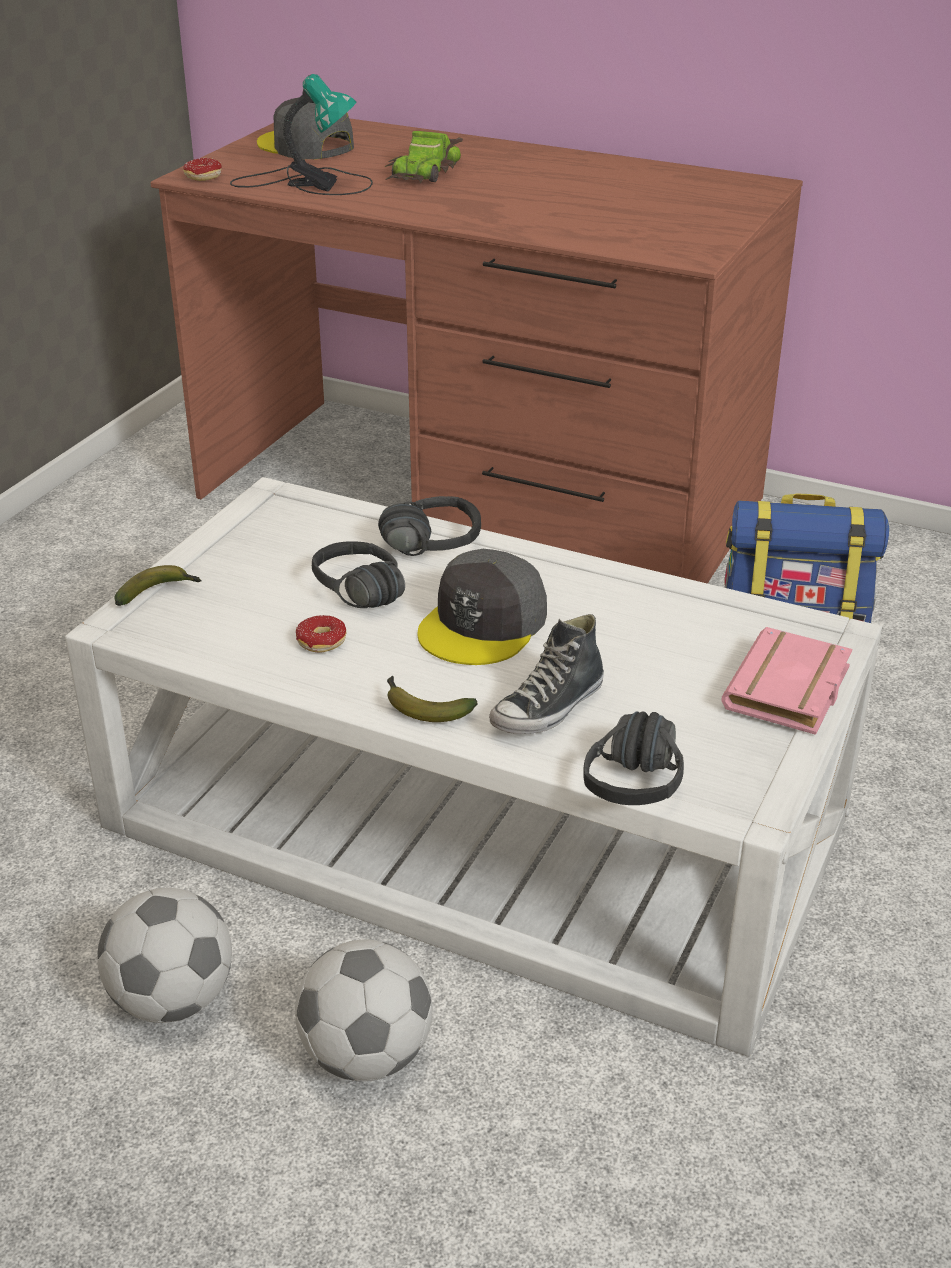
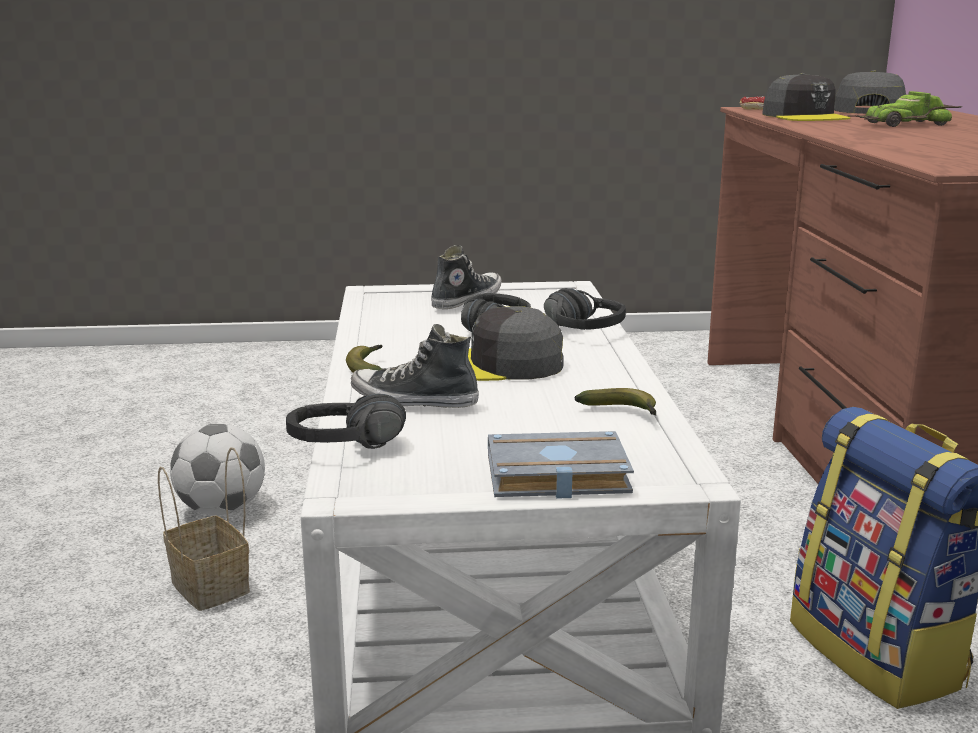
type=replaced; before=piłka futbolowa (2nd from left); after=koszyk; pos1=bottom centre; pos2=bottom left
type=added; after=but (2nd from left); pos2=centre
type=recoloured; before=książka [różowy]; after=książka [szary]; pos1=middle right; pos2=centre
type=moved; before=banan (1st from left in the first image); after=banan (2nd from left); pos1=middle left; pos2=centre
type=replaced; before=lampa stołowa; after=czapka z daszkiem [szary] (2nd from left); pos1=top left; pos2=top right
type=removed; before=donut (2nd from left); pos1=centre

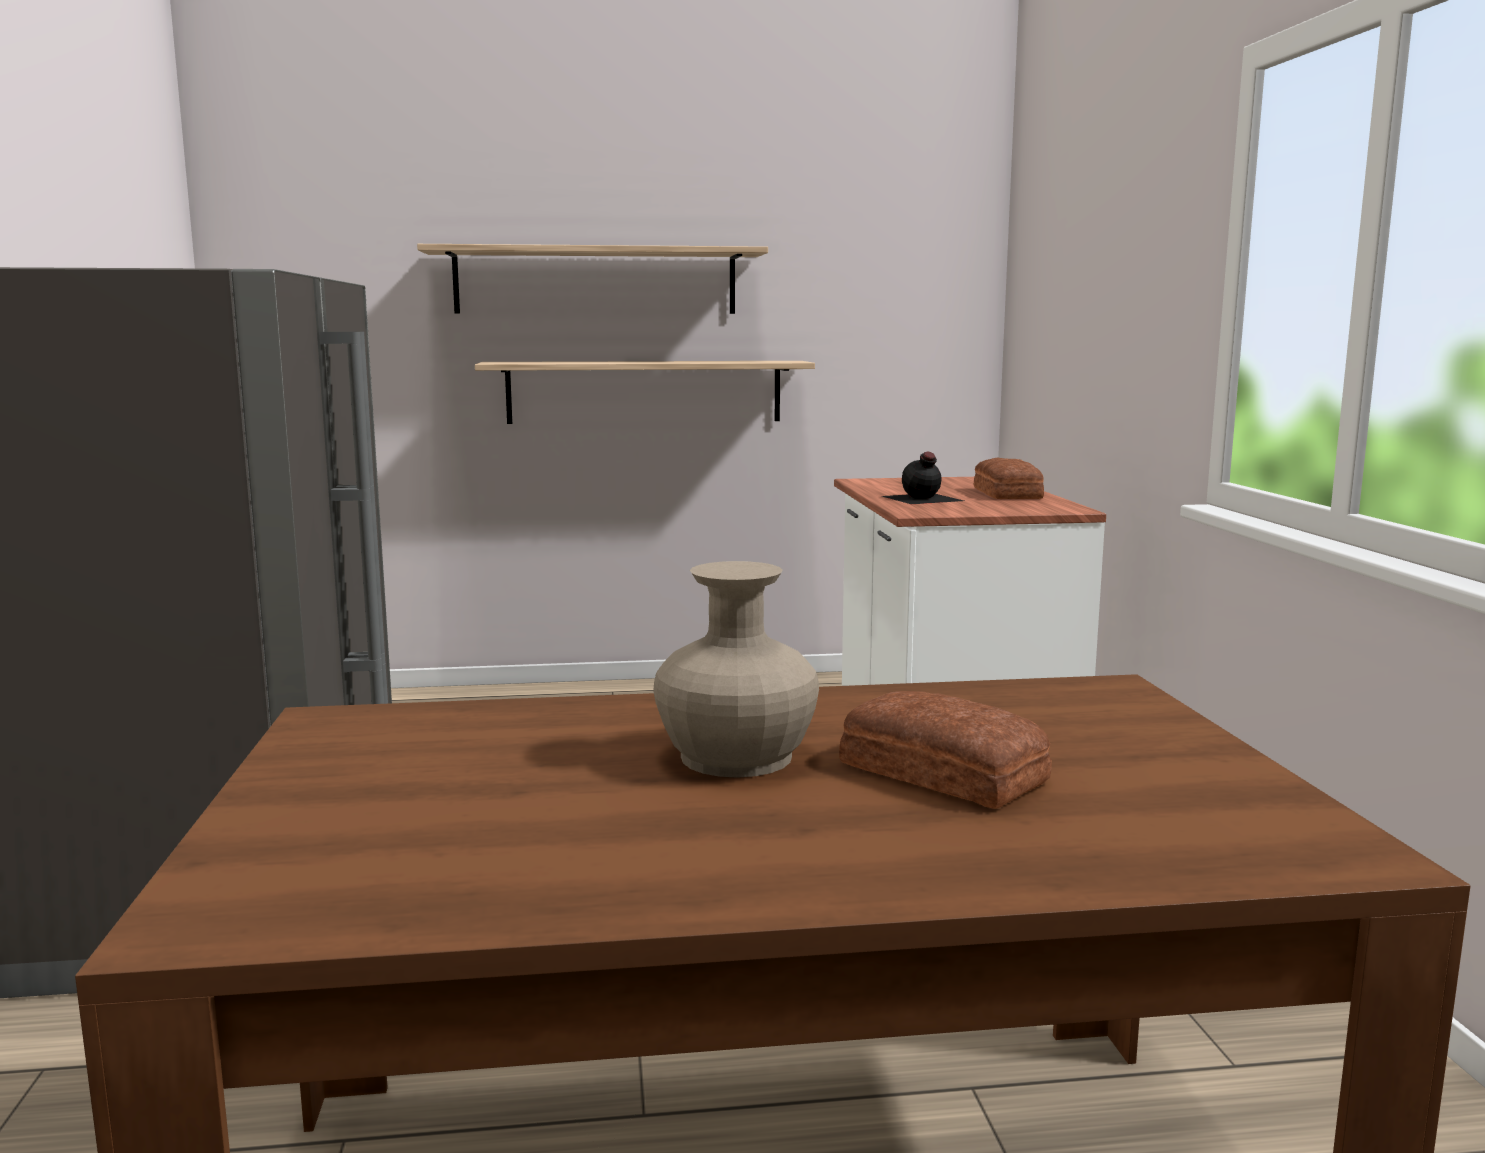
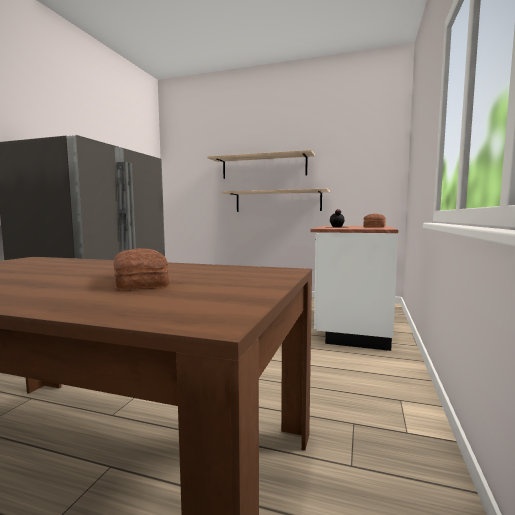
type=removed; before=wazon [beżowy]; pos1=centre

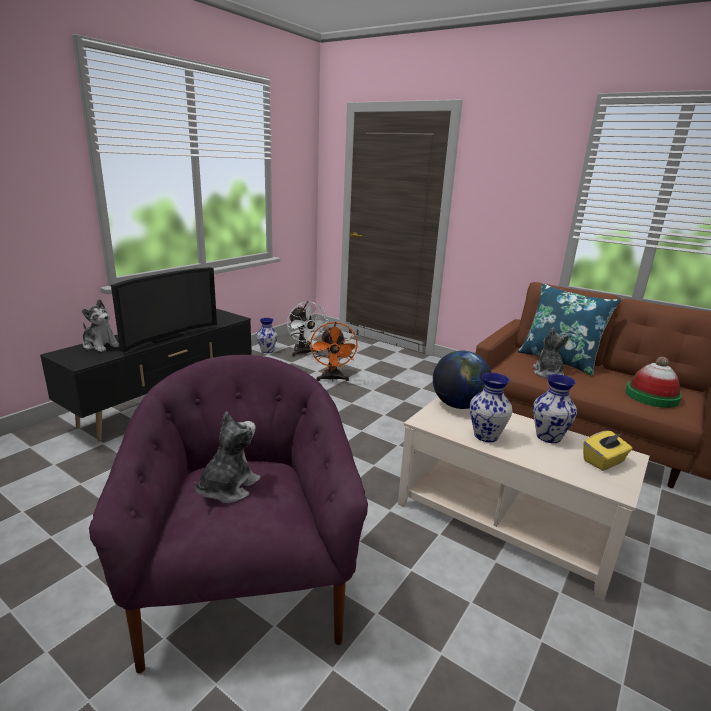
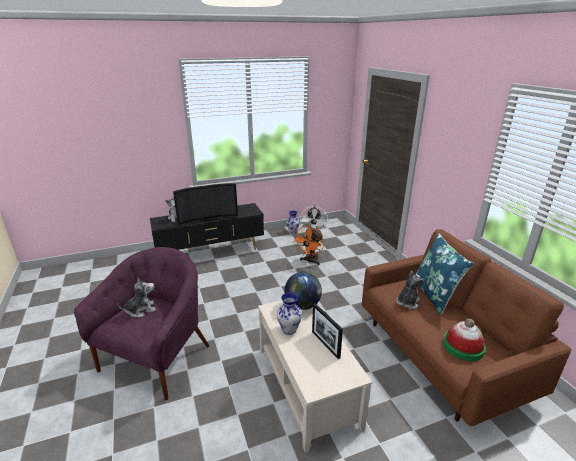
type=replaced; before=wazon (3rd from left); after=ramka na zdjęcie; pos1=middle right; pos2=bottom centre
type=removed; before=pudełko chusteczek [żółty]; pos1=middle right

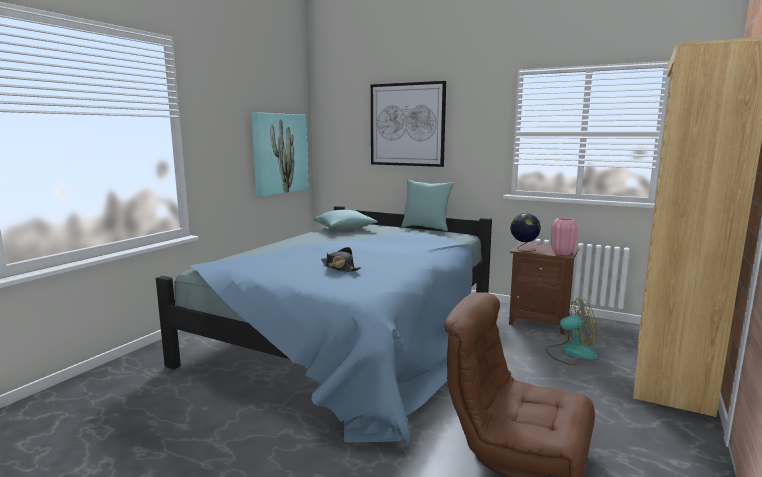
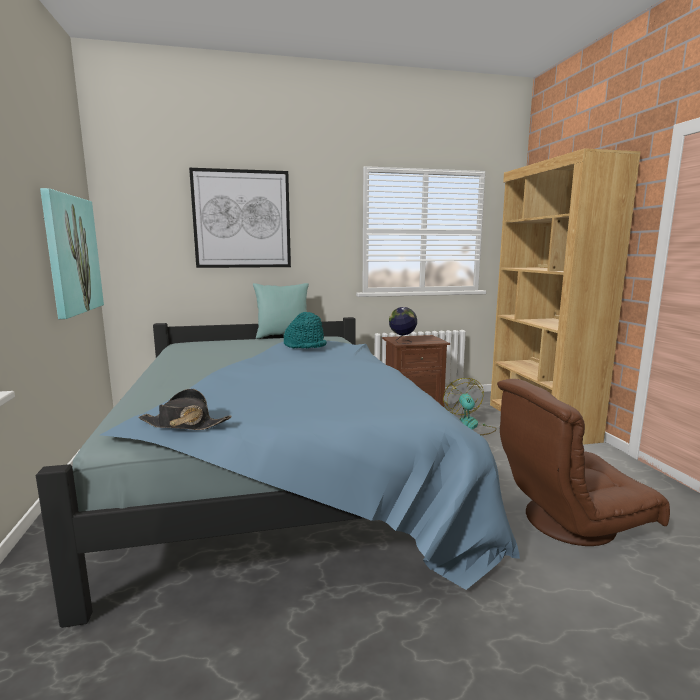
type=moved; before=kapelusz [czarny]; pos1=centre; pos2=middle left
type=added; after=kapelusz [turkusowy]; pos2=centre
type=turned; before=wentylator; pos1=bottom right; pos2=middle right; turn=-60
type=removed; before=poduszka [turkusowy] (1st from left); pos1=centre
type=removed; before=wazon [różowy]; pos1=middle right

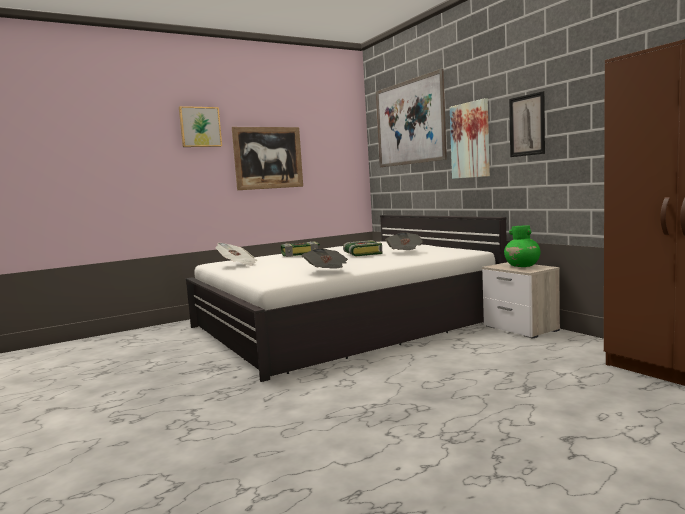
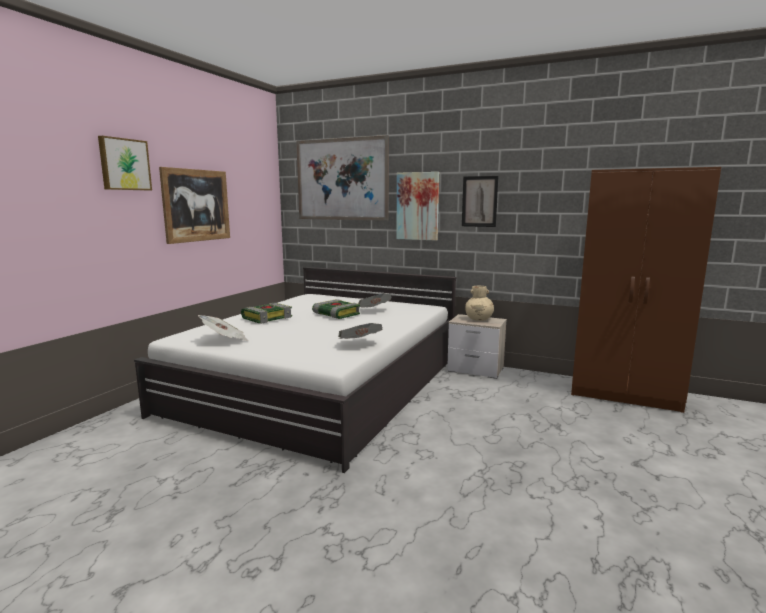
type=recoloured; before=wazon [zielony]; after=wazon [beżowy]; pos1=middle right; pos2=centre

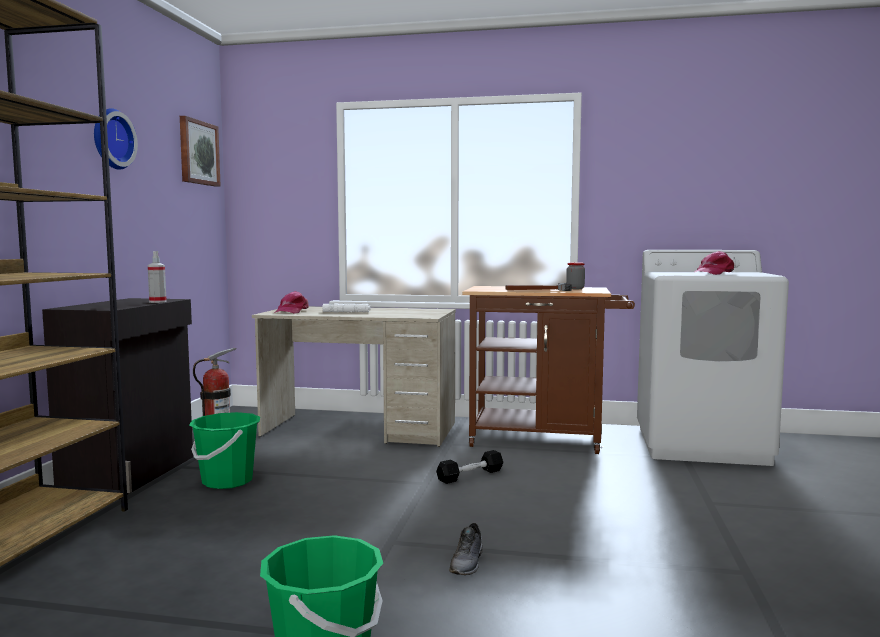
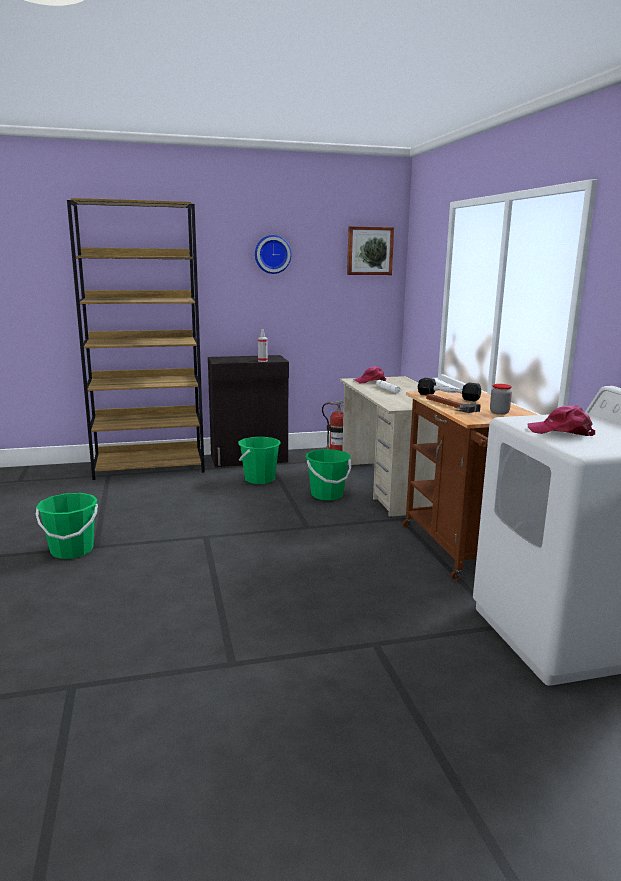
type=added; after=wiadro [zielony] (3rd from left); pos2=centre
type=moved; before=hantel [czarny]; pos1=bottom centre; pos2=middle right
type=removed; before=but [szary]; pos1=bottom centre

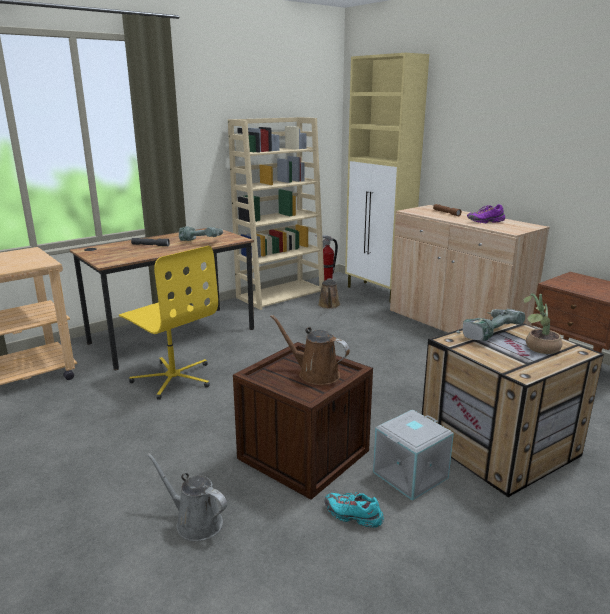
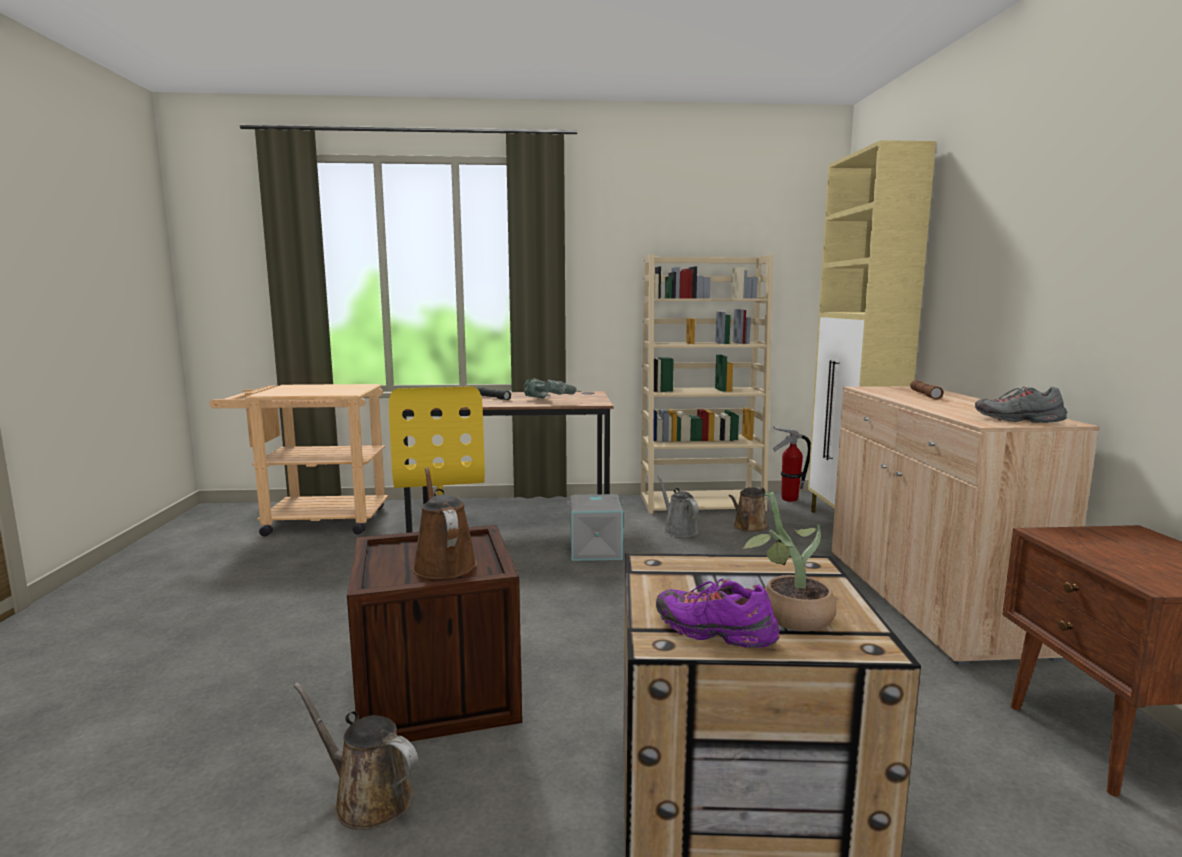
type=replaced; before=but [turkusowy]; after=konewka [brązowy] (1st from left); pos1=bottom centre; pos2=bottom left
type=moved; before=pojemnik do przechowywania [szary]; pos1=bottom right; pos2=centre
type=moved; before=but [fioletowy]; pos1=middle right; pos2=bottom centre
type=moved; before=konewka [szary]; pos1=bottom left; pos2=centre
type=added; after=but [szary]; pos2=middle right
type=removed; before=wiertarka (2nd from left); pos1=middle right

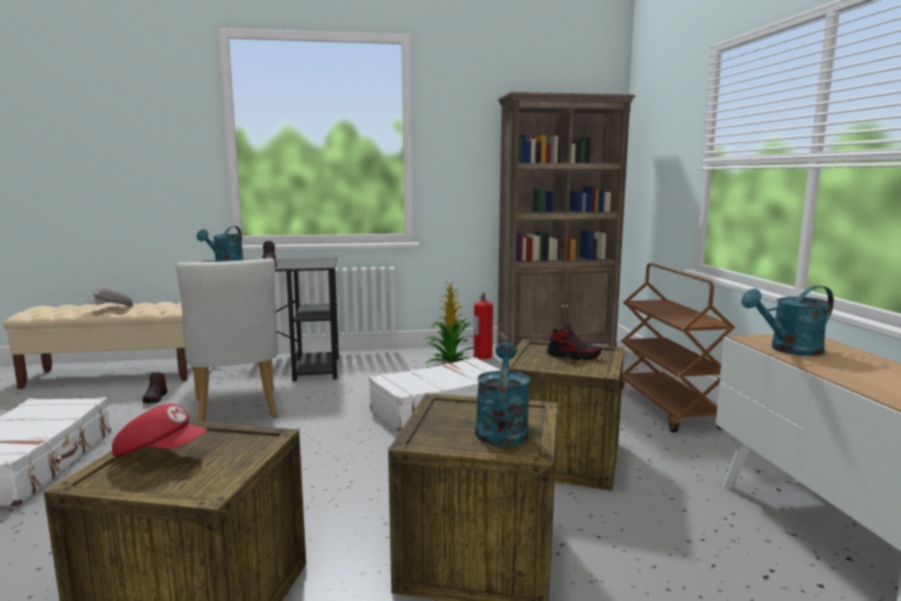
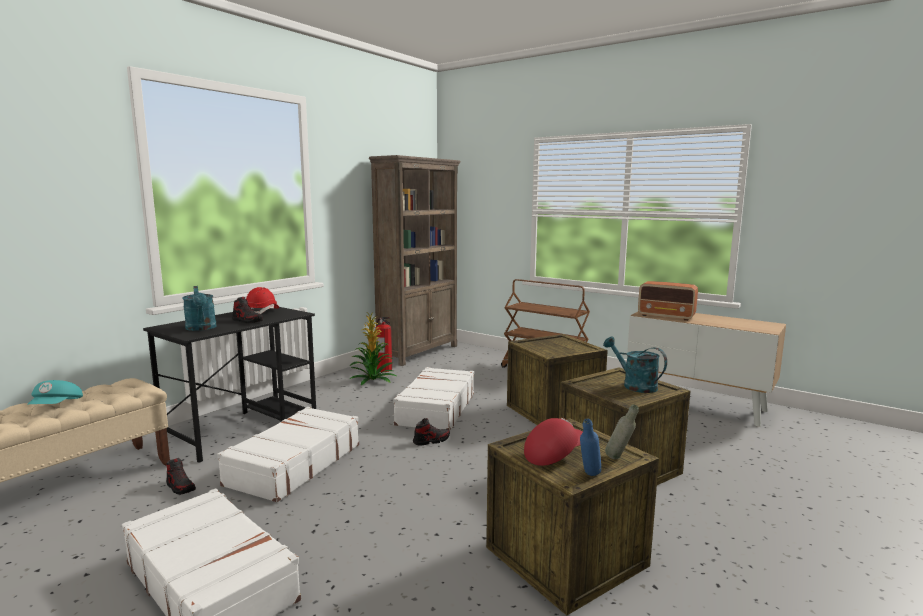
type=recoloured; before=czapka z daszkiem [szary]; after=czapka z daszkiem [turkusowy]; pos1=middle left; pos2=middle left
type=replaced; before=krzesło [biały]; after=walizka [biały] (2nd from left); pos1=middle left; pos2=bottom left
type=added; after=kask [czerwony]; pos2=middle left
type=moved; before=but (3rd from left); pos1=centre; pos2=bottom centre
type=added; after=butelka [niebieski]; pos2=bottom centre
type=added; after=butelka [szary]; pos2=bottom right
type=replaced; before=konewka [turkusowy] (3rd from left); after=radio; pos1=middle right; pos2=middle right

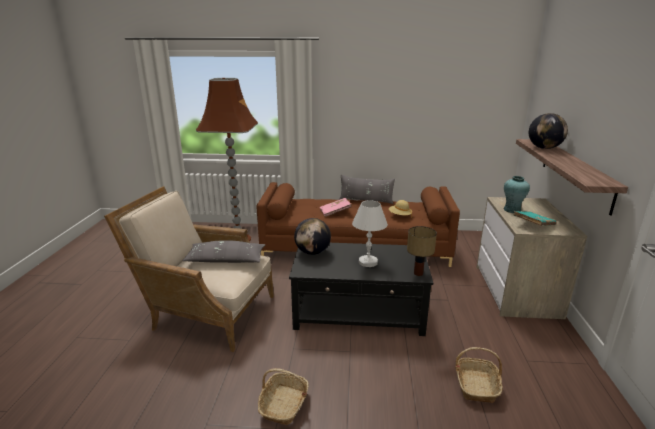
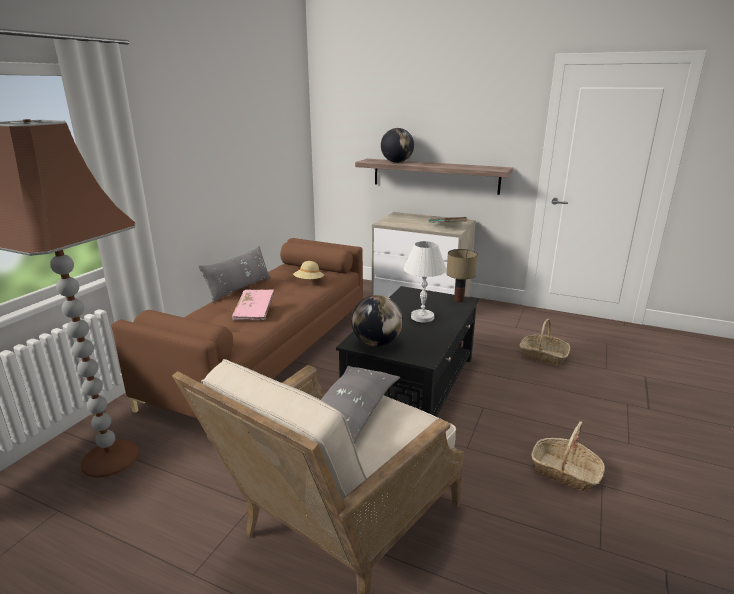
type=removed; before=wazon [turkusowy]; pos1=middle right

